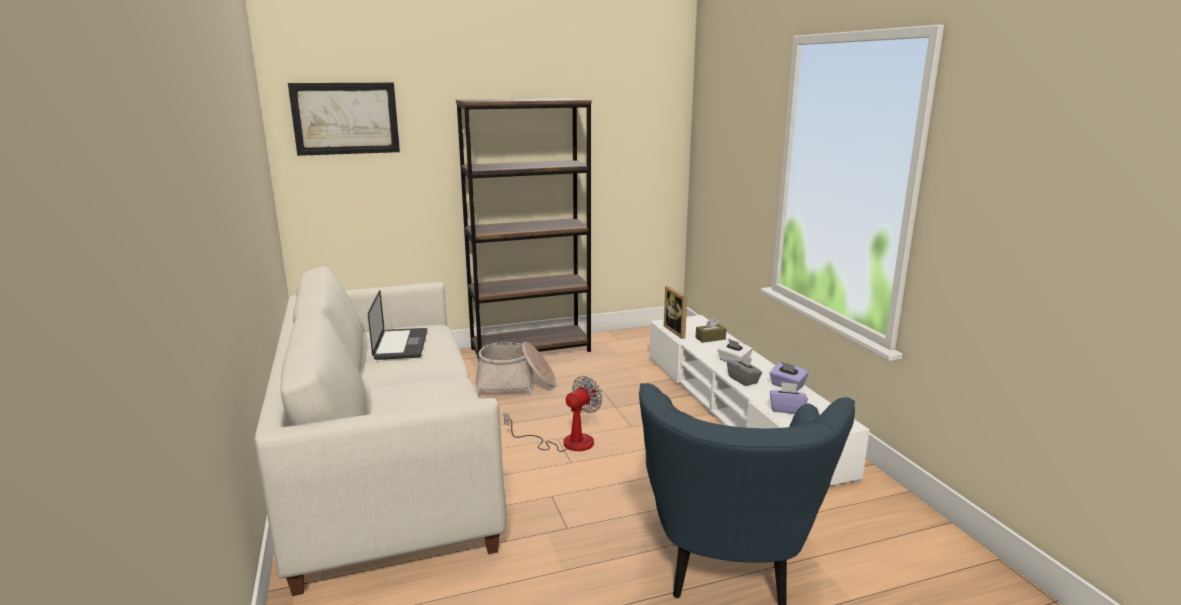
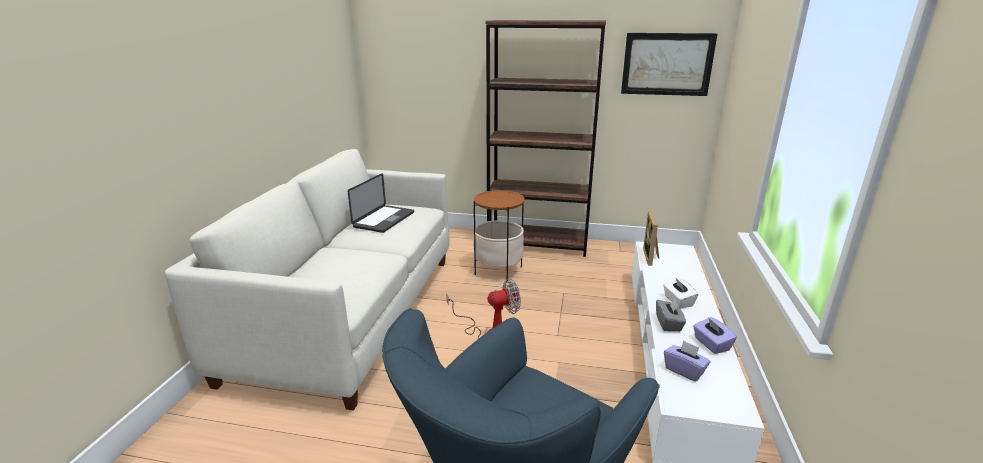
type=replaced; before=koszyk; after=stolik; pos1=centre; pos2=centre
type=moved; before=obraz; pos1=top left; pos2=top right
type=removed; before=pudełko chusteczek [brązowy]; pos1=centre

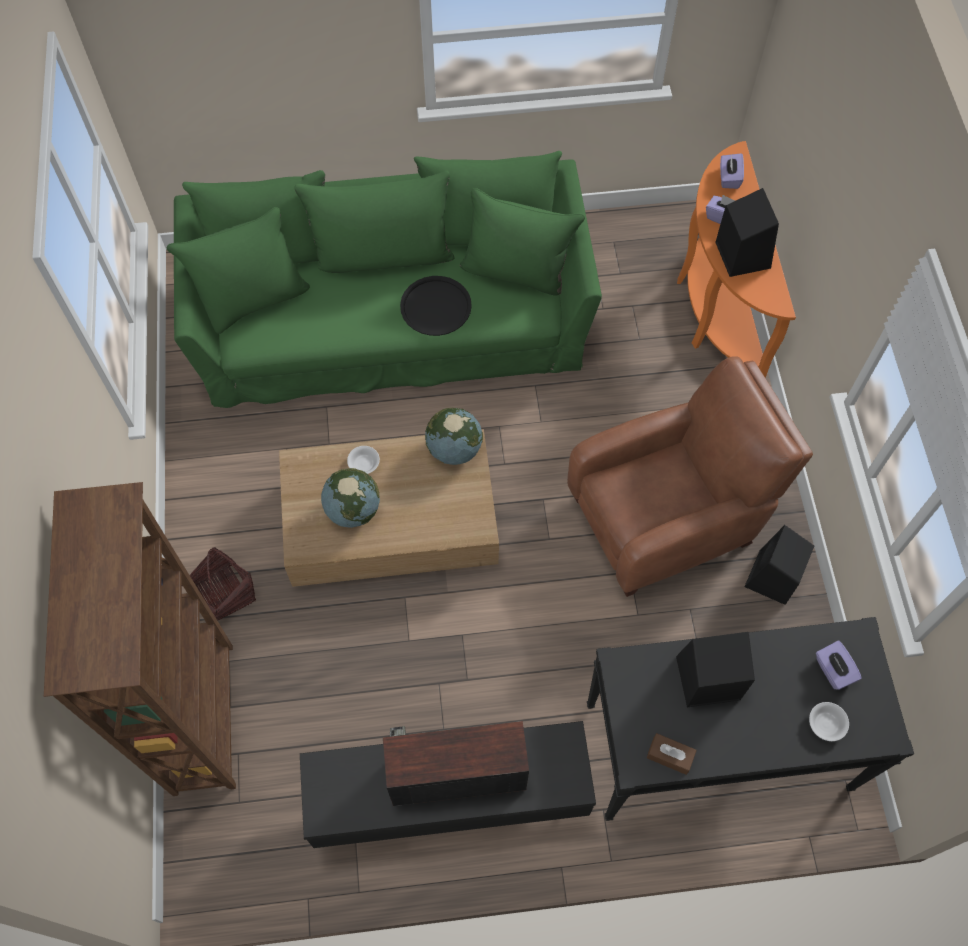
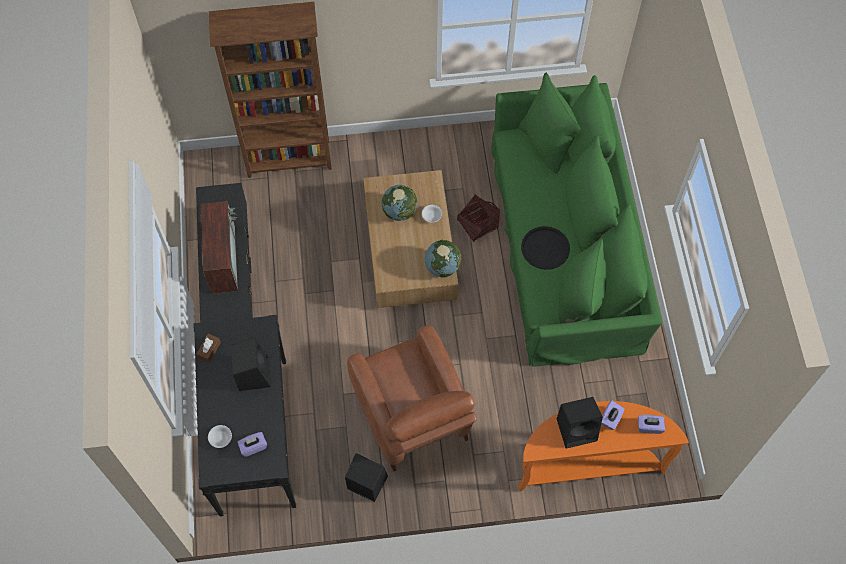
type=moved; before=koszyk; pos1=middle left; pos2=centre

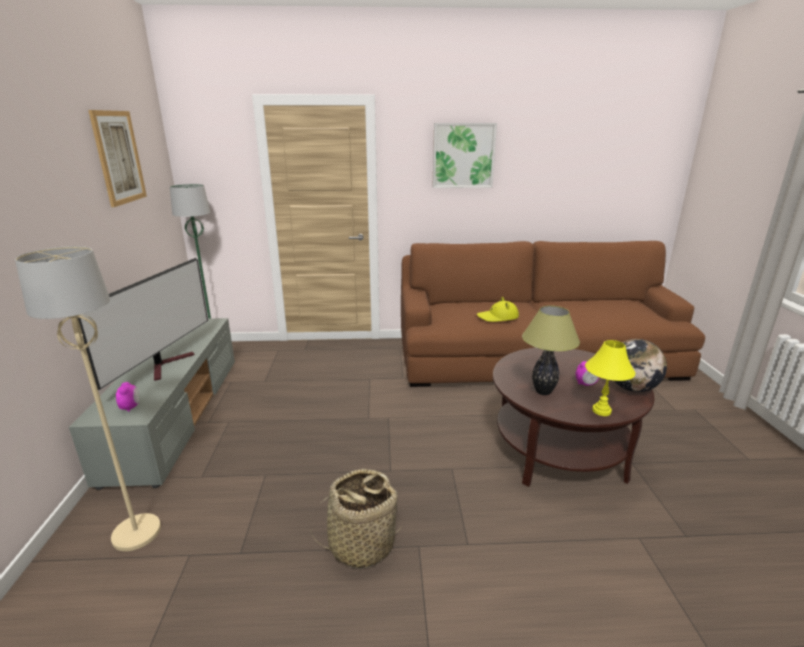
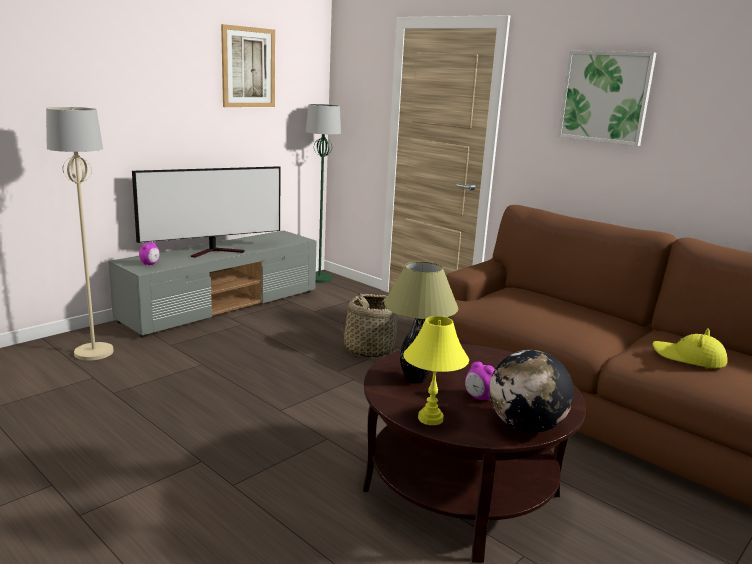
type=moved; before=koszyk; pos1=bottom centre; pos2=centre
type=moved; before=kapelusz [żółty]; pos1=centre; pos2=middle right

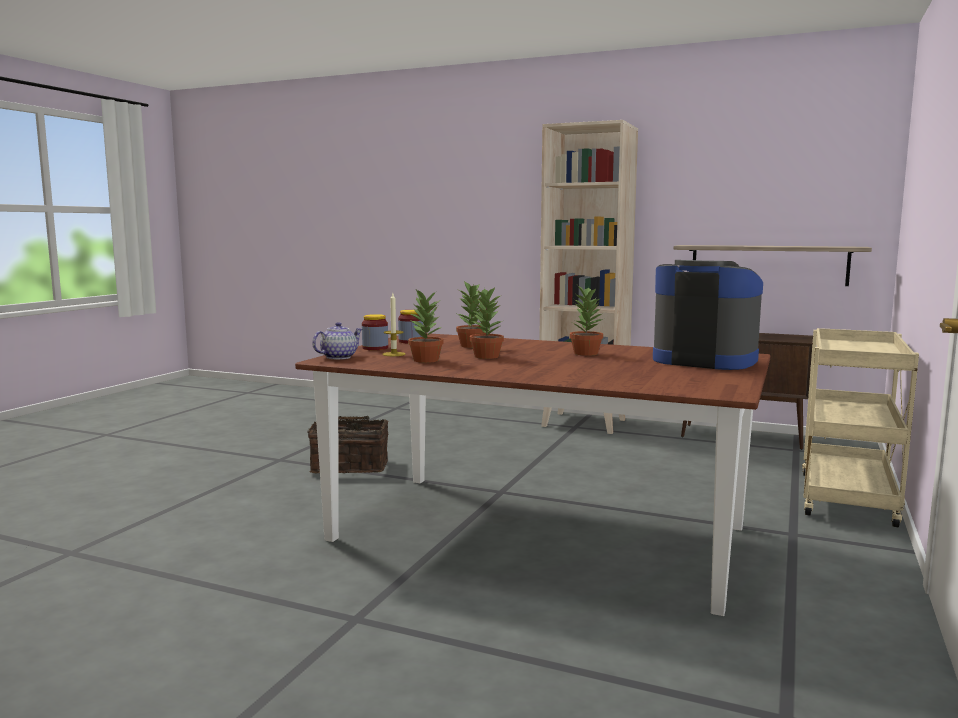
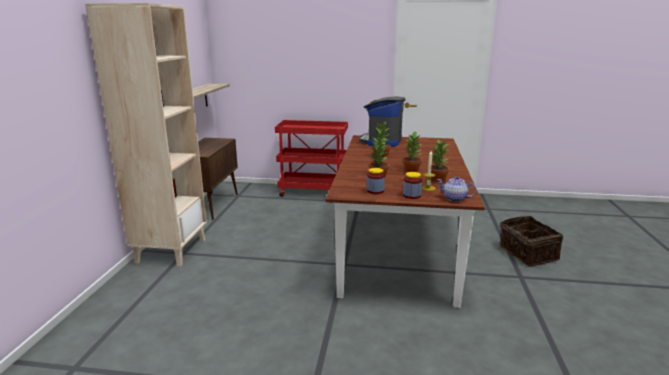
type=recoloured; before=wózek [beżowy]; after=wózek [czerwony]; pos1=middle right; pos2=centre
type=moved; before=koszyk; pos1=centre; pos2=middle right

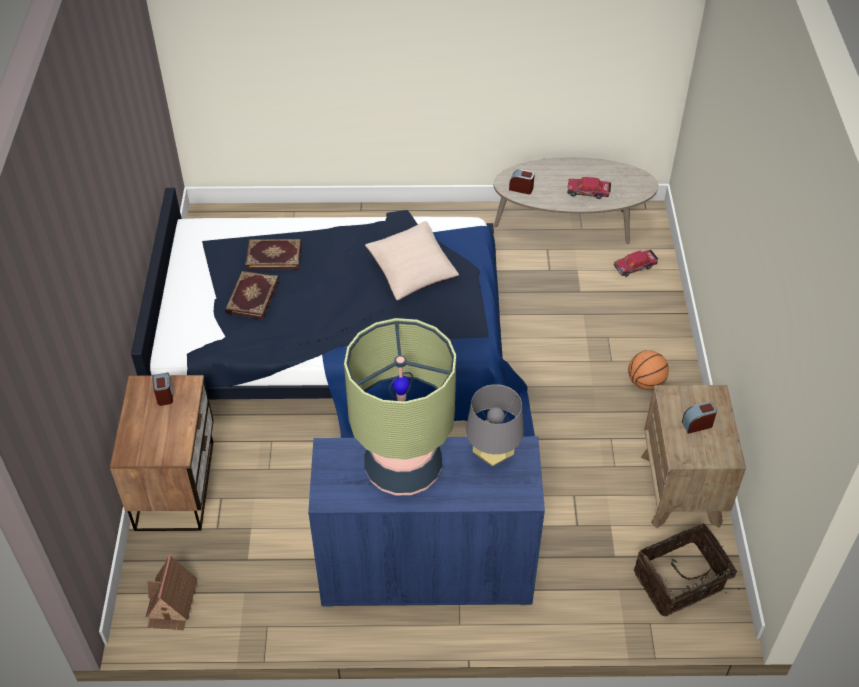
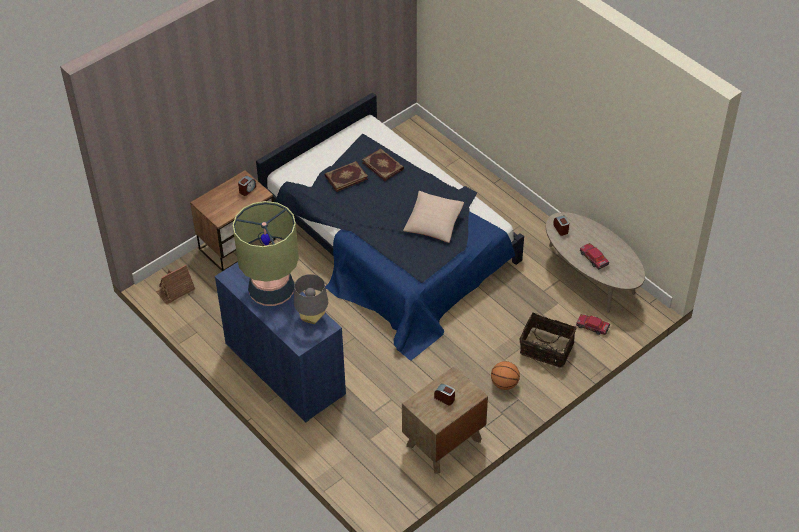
type=moved; before=koszyk; pos1=bottom right; pos2=middle right

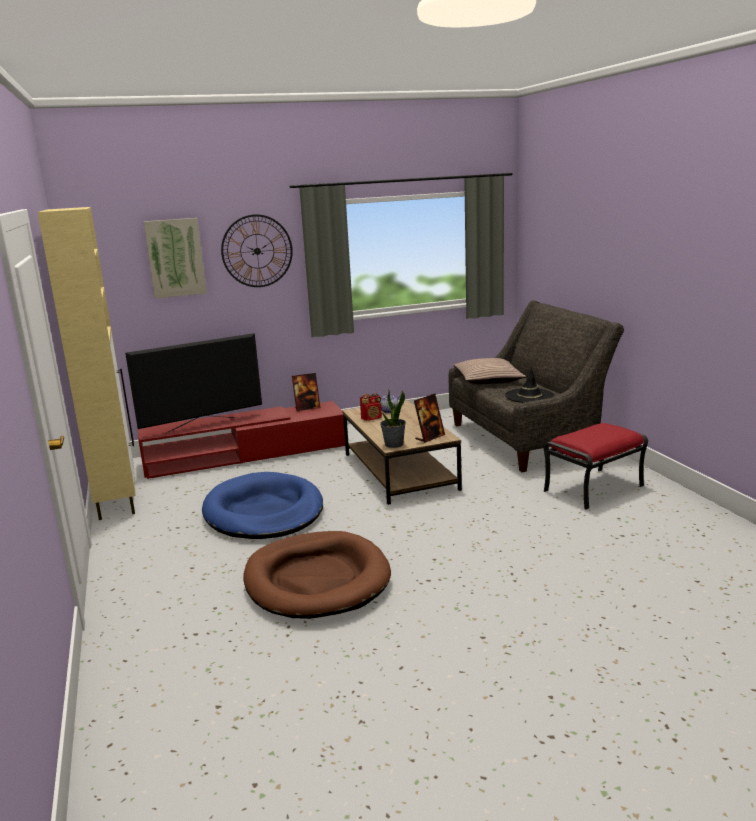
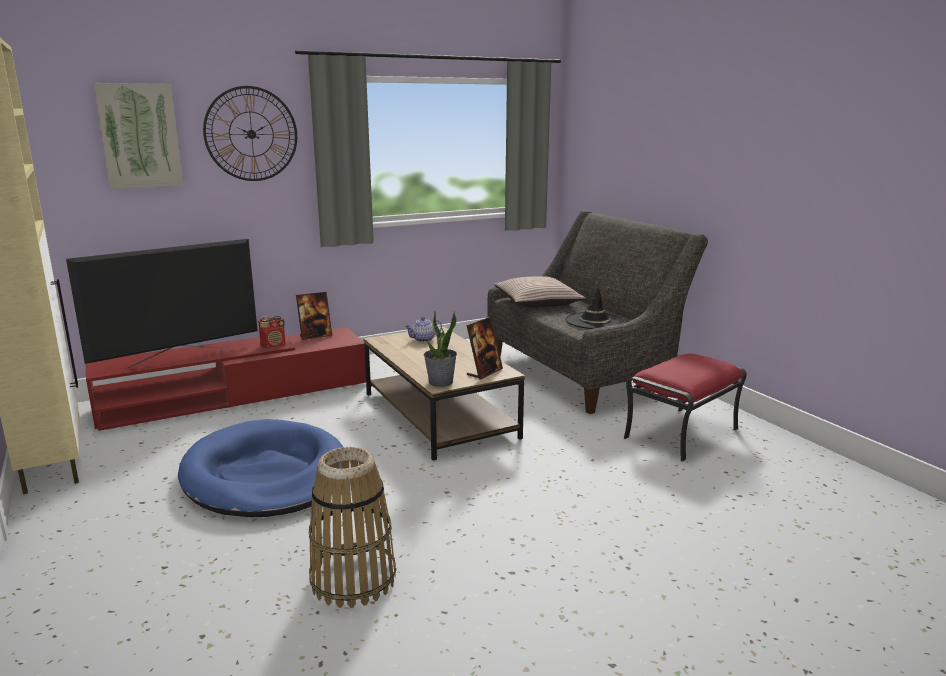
type=moved; before=radio; pos1=centre; pos2=middle left
type=replaced; before=legowisko [brązowy]; after=koszyk; pos1=bottom centre; pos2=bottom centre

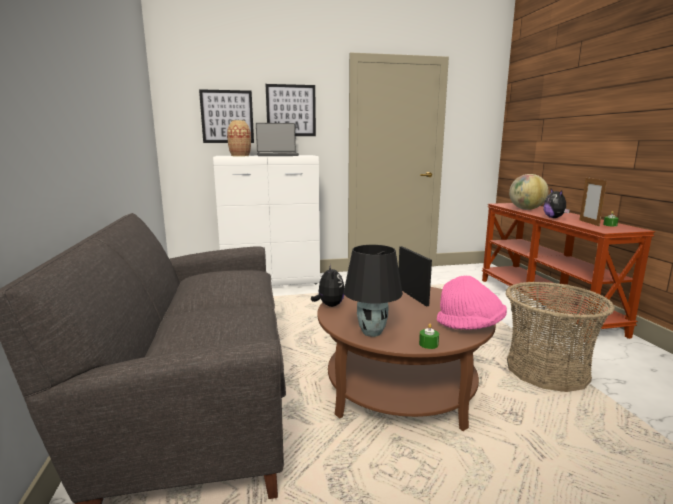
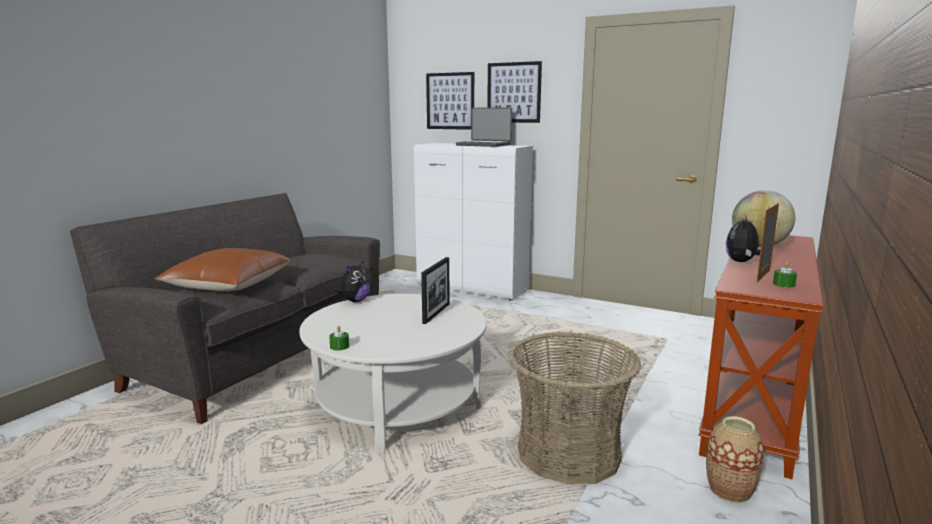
type=added; after=poduszka [brązowy]; pos2=middle left
type=recoloured; before=ława [brązowy]; after=ława [biały]; pos1=bottom centre; pos2=bottom centre
type=moved; before=wazon; pos1=top centre; pos2=bottom right
type=removed; before=lampa stołowa [czarny]; pos1=centre
type=removed; before=kapelusz [różowy]; pos1=middle right

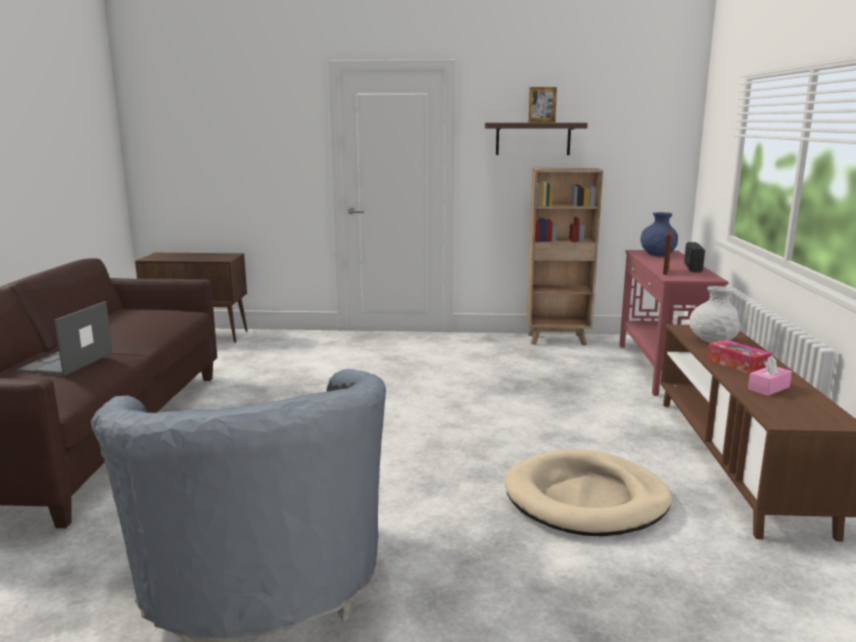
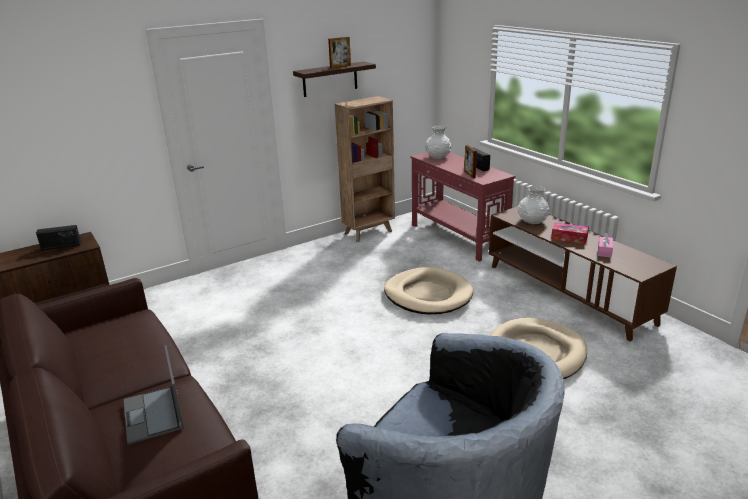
type=added; after=radio (1st from left); pos2=middle left
type=added; after=legowisko [beżowy] (1st from left); pos2=centre
type=recoloured; before=wazon [niebieski]; after=wazon [biały] (1st from left); pos1=middle right; pos2=top centre

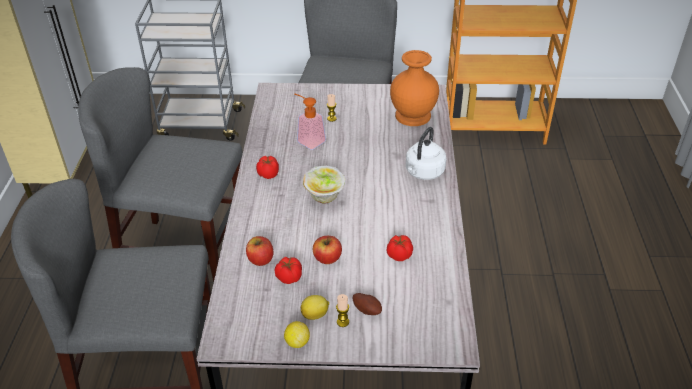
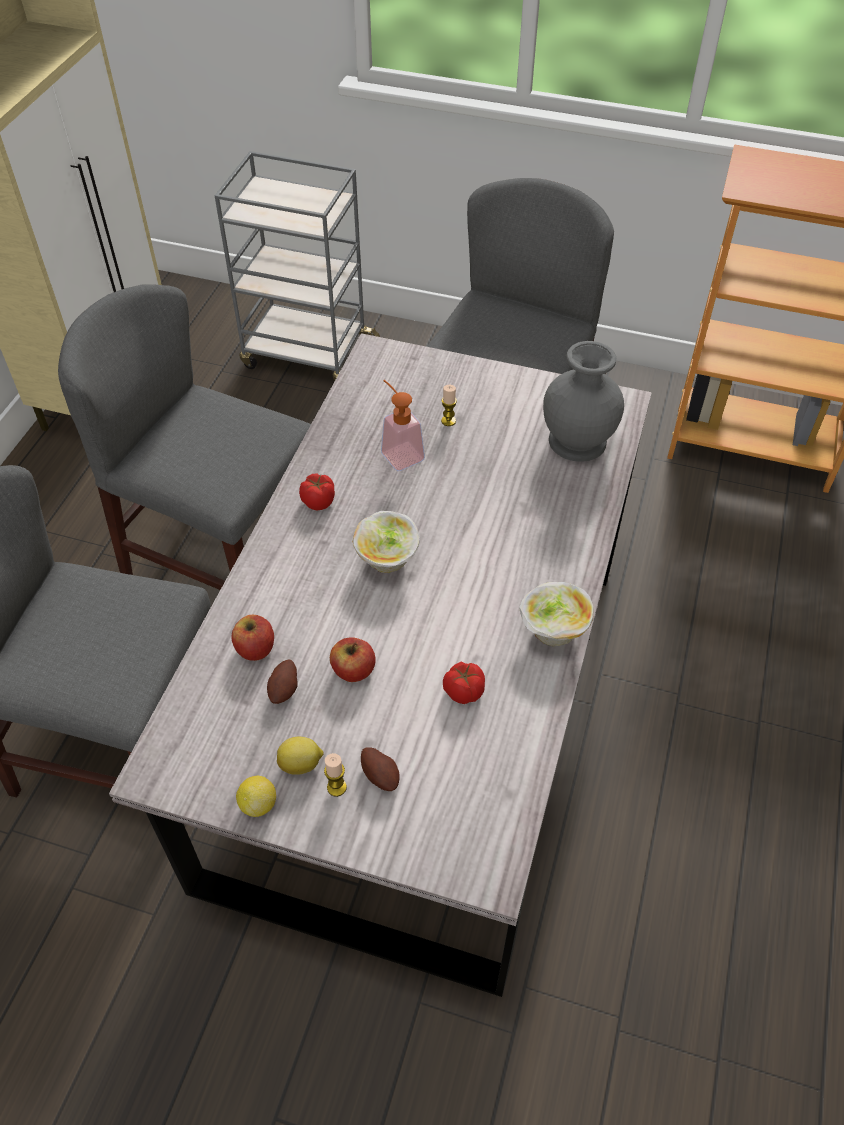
type=replaced; before=pomidor (2nd from left); after=ziemniak (1st from left); pos1=bottom centre; pos2=centre
type=added; after=miska (2nd from left); pos2=centre
type=recoloured; before=wazon [pomarańczowy]; after=wazon [szary]; pos1=top centre; pos2=middle right
type=removed; before=czajnik [biały]; pos1=centre

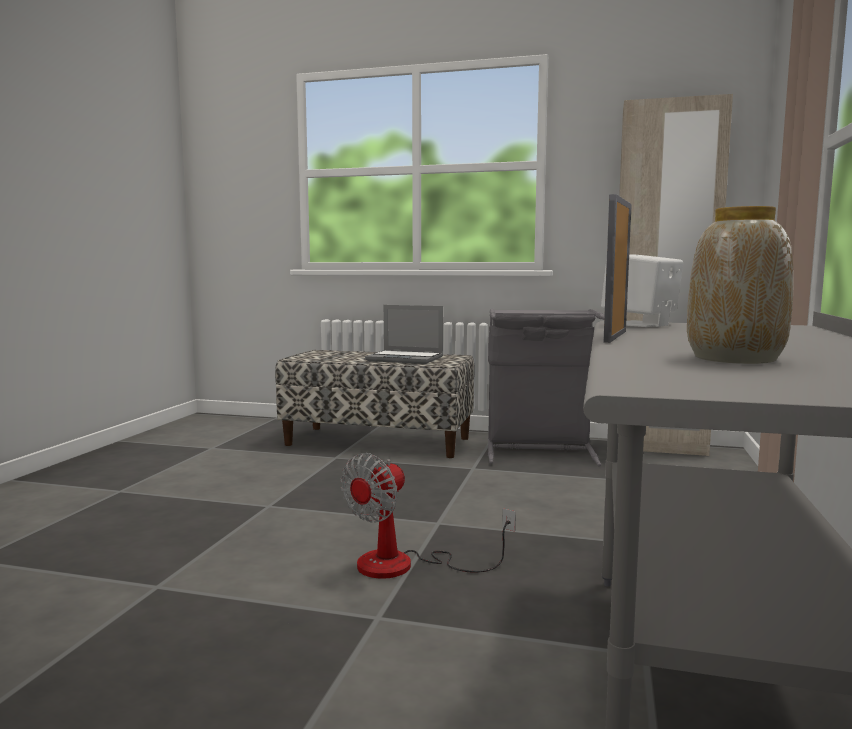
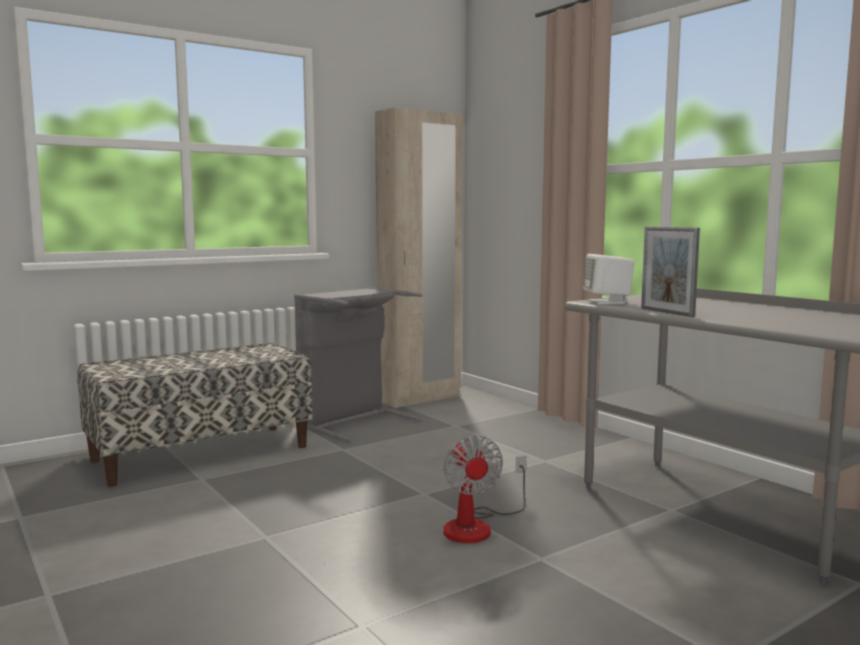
type=removed; before=laptop; pos1=centre
type=removed; before=wazon; pos1=middle right

